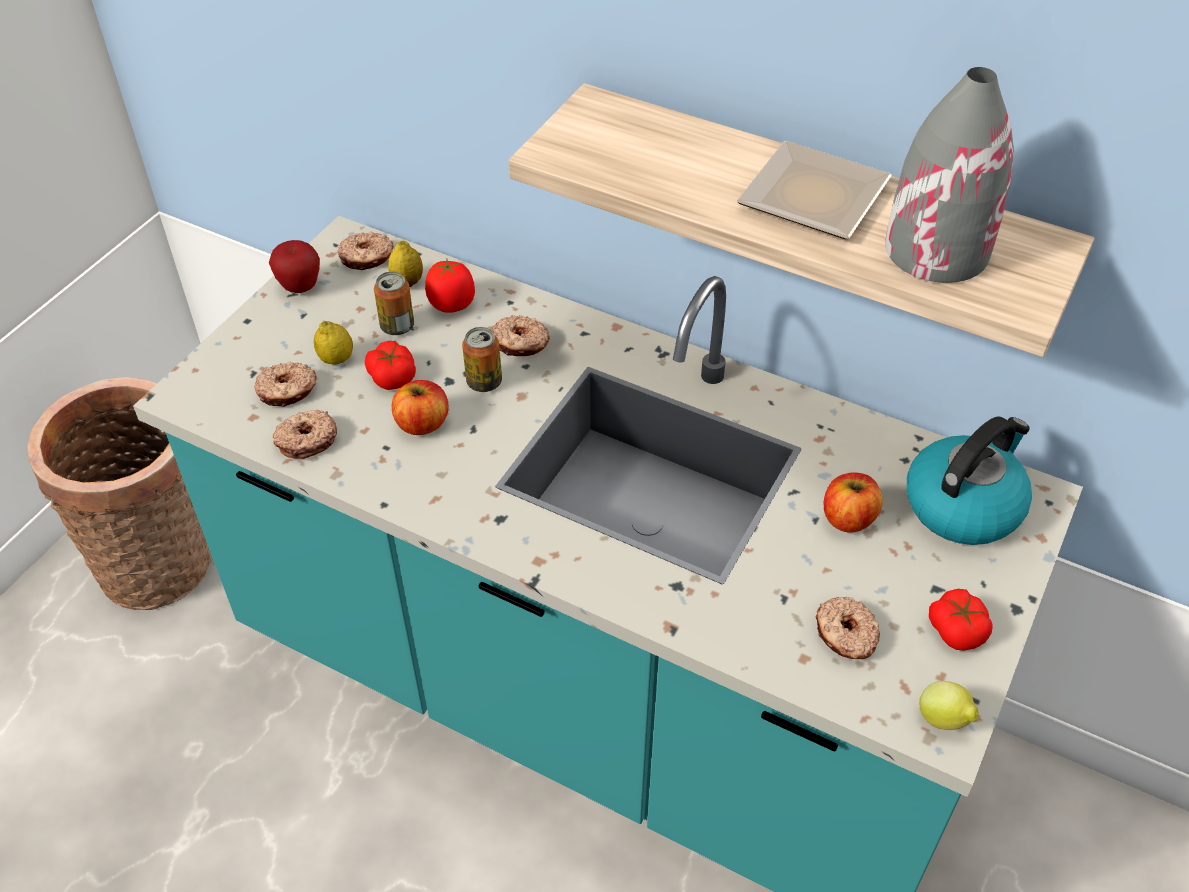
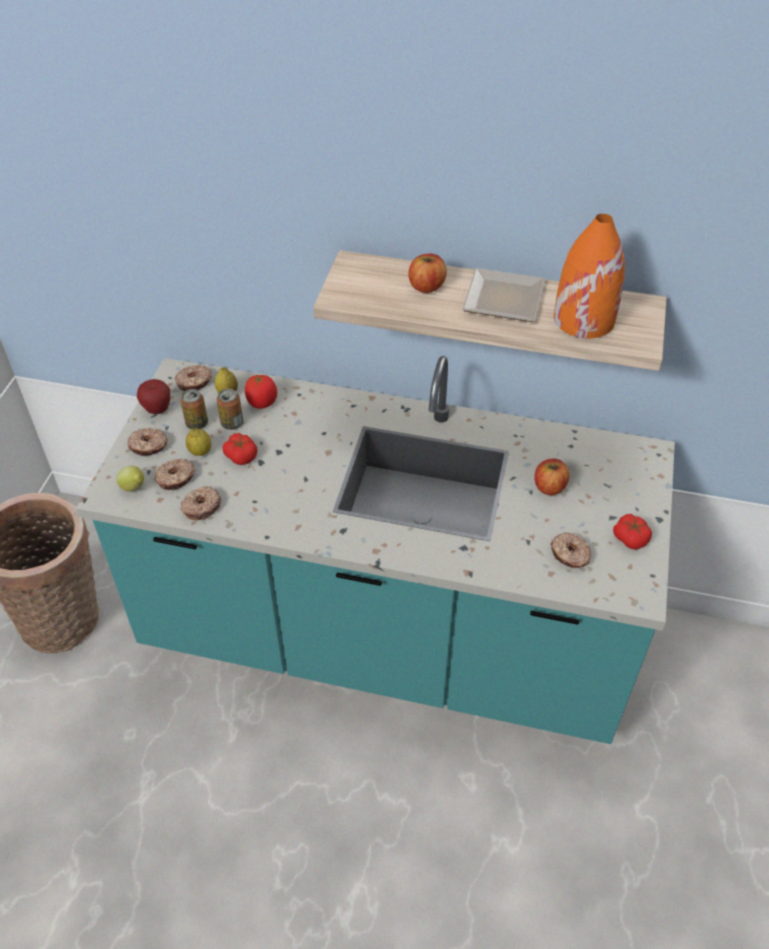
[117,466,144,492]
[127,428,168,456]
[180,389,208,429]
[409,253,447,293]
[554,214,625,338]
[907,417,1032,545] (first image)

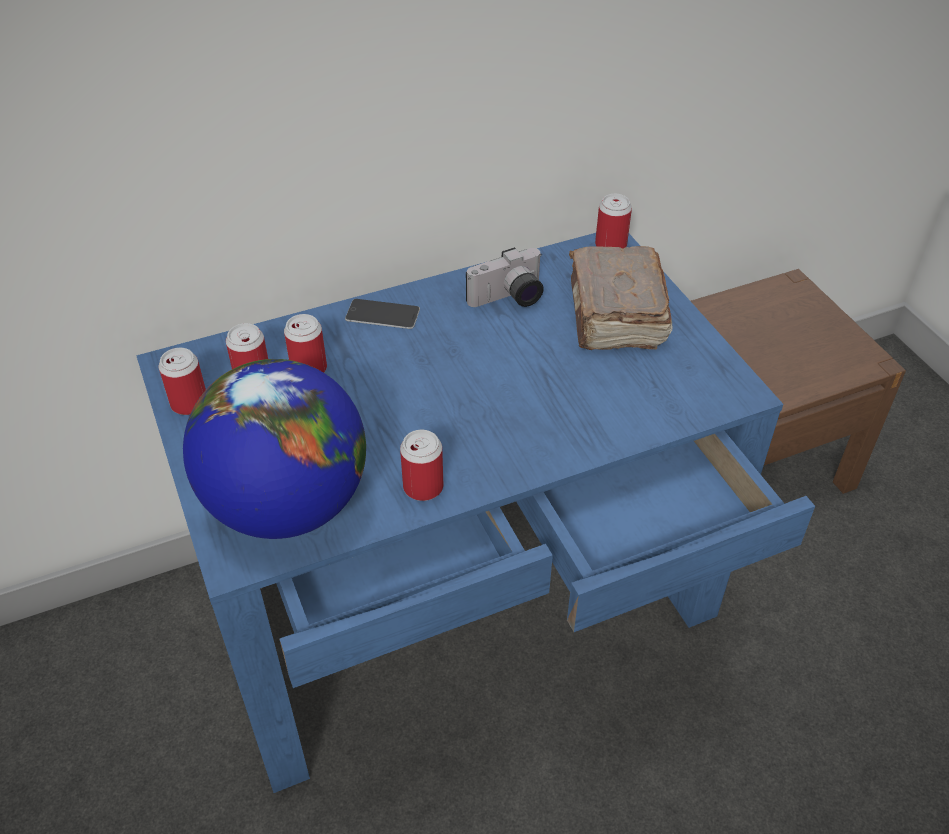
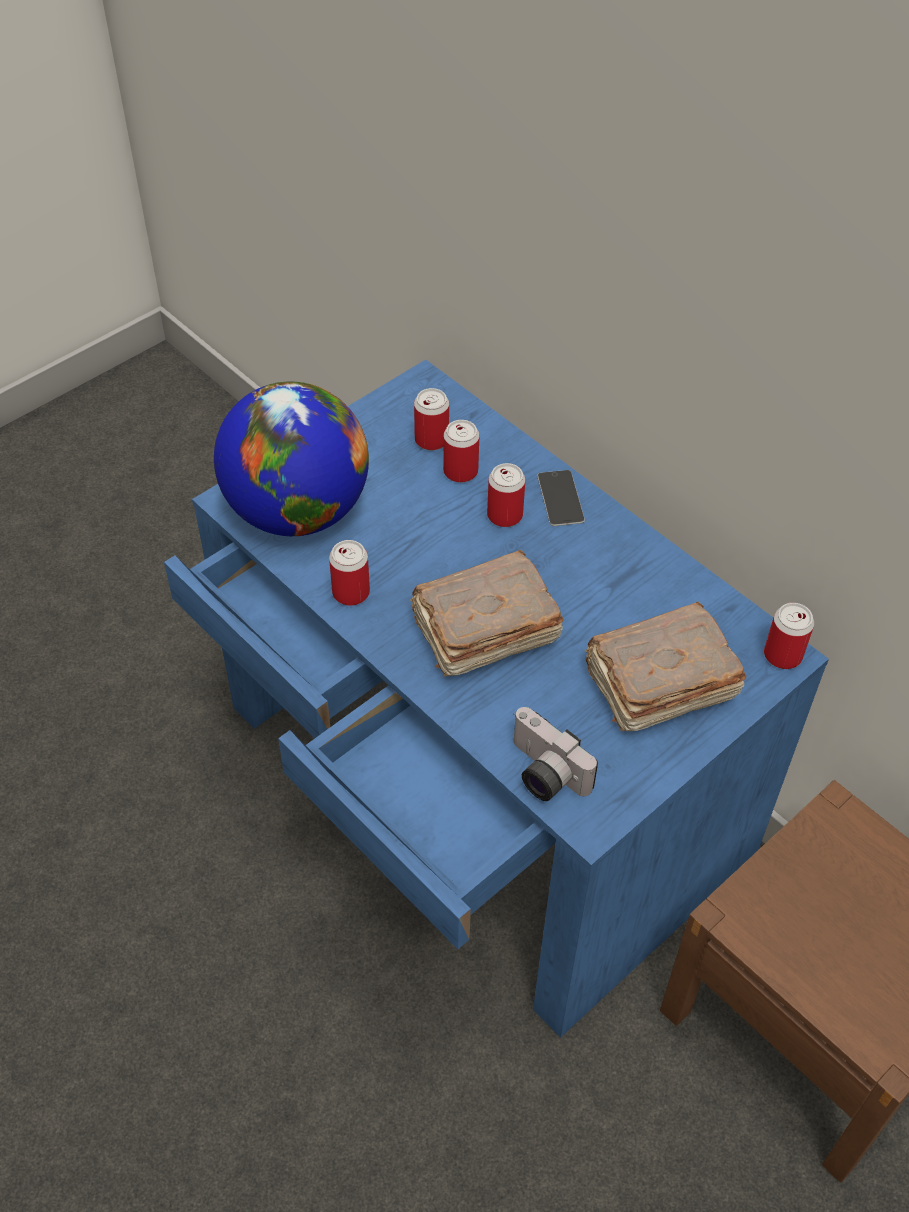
[410,550,564,677]
[487,463,525,527]
[514,707,598,801]

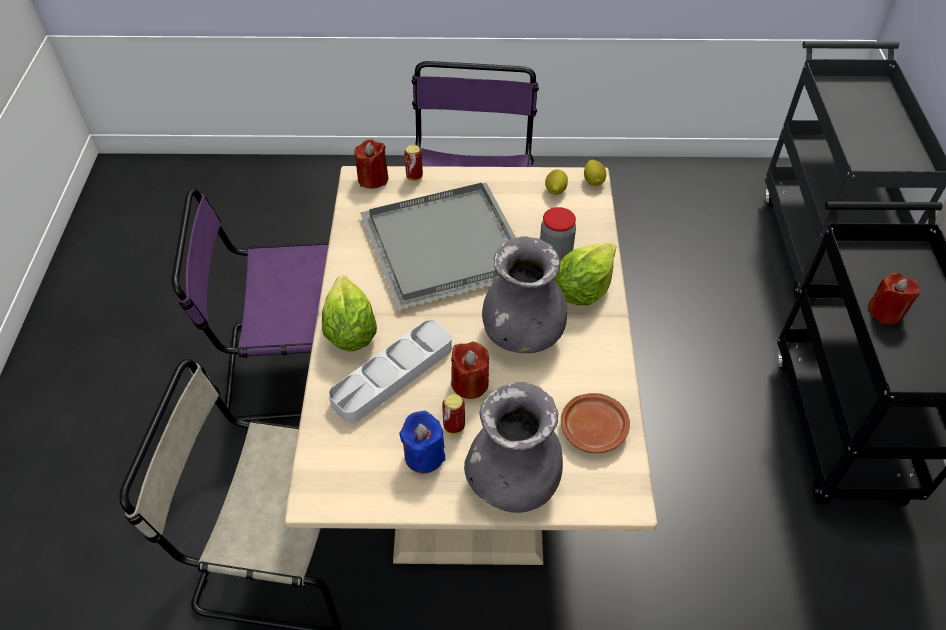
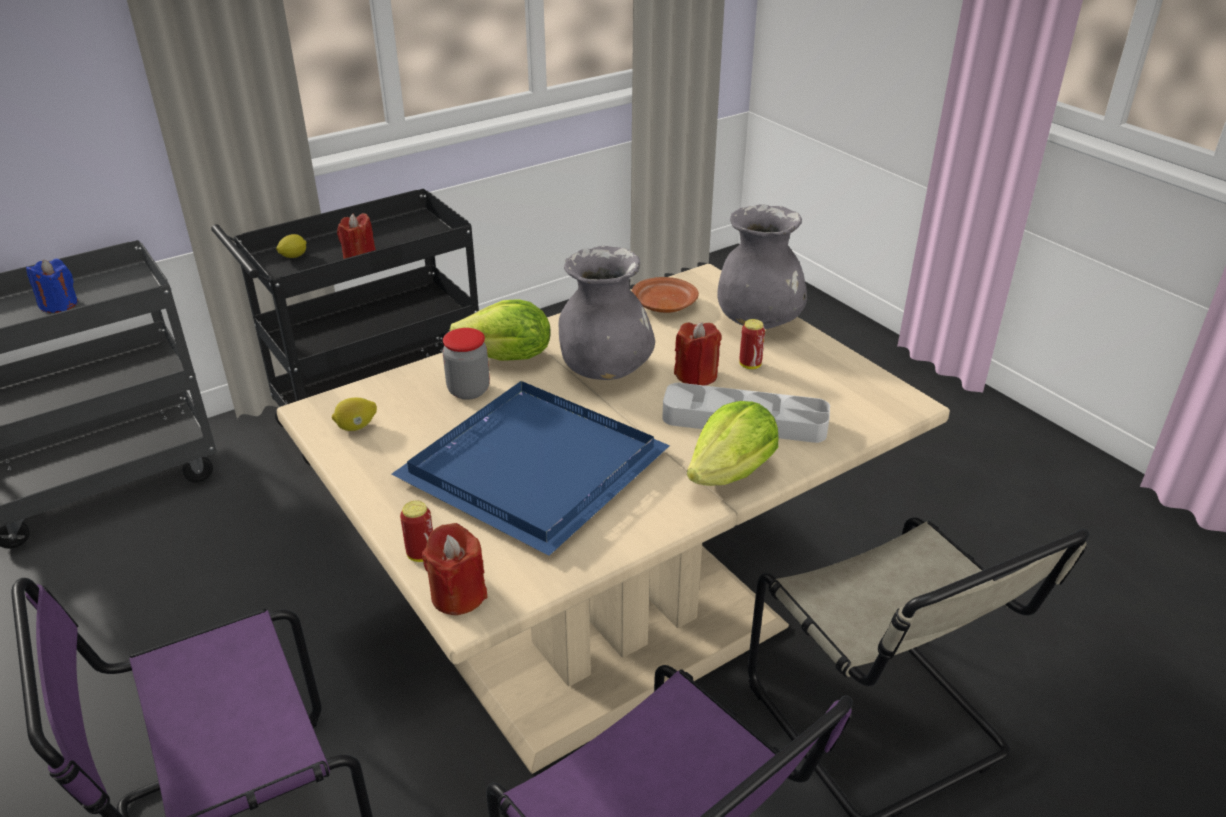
[26,259,78,313]
[276,234,307,258]
[391,381,670,556]

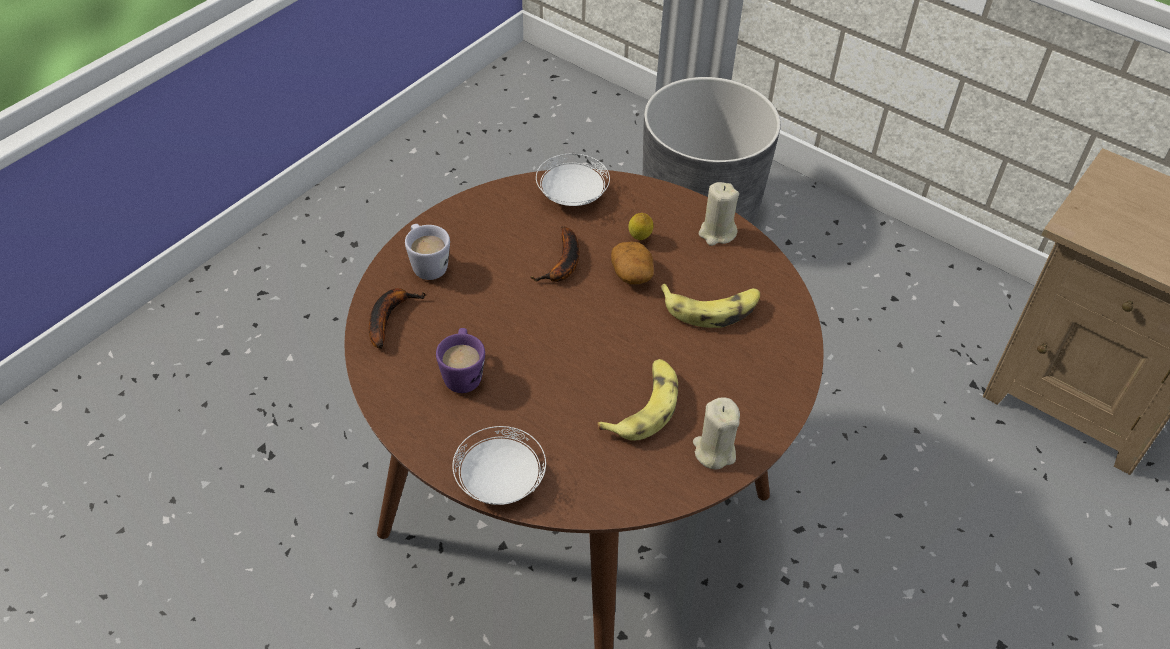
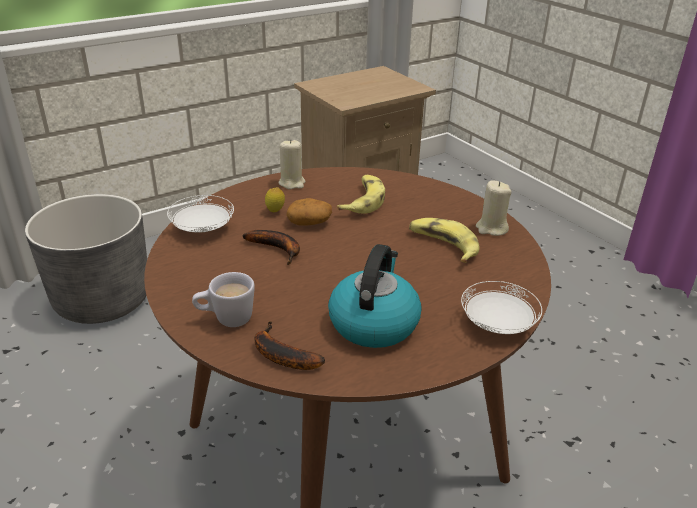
[328,244,422,348]

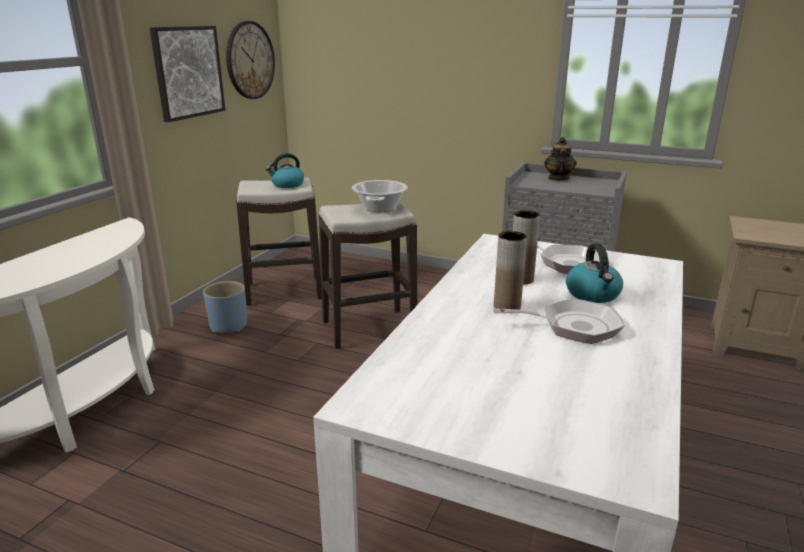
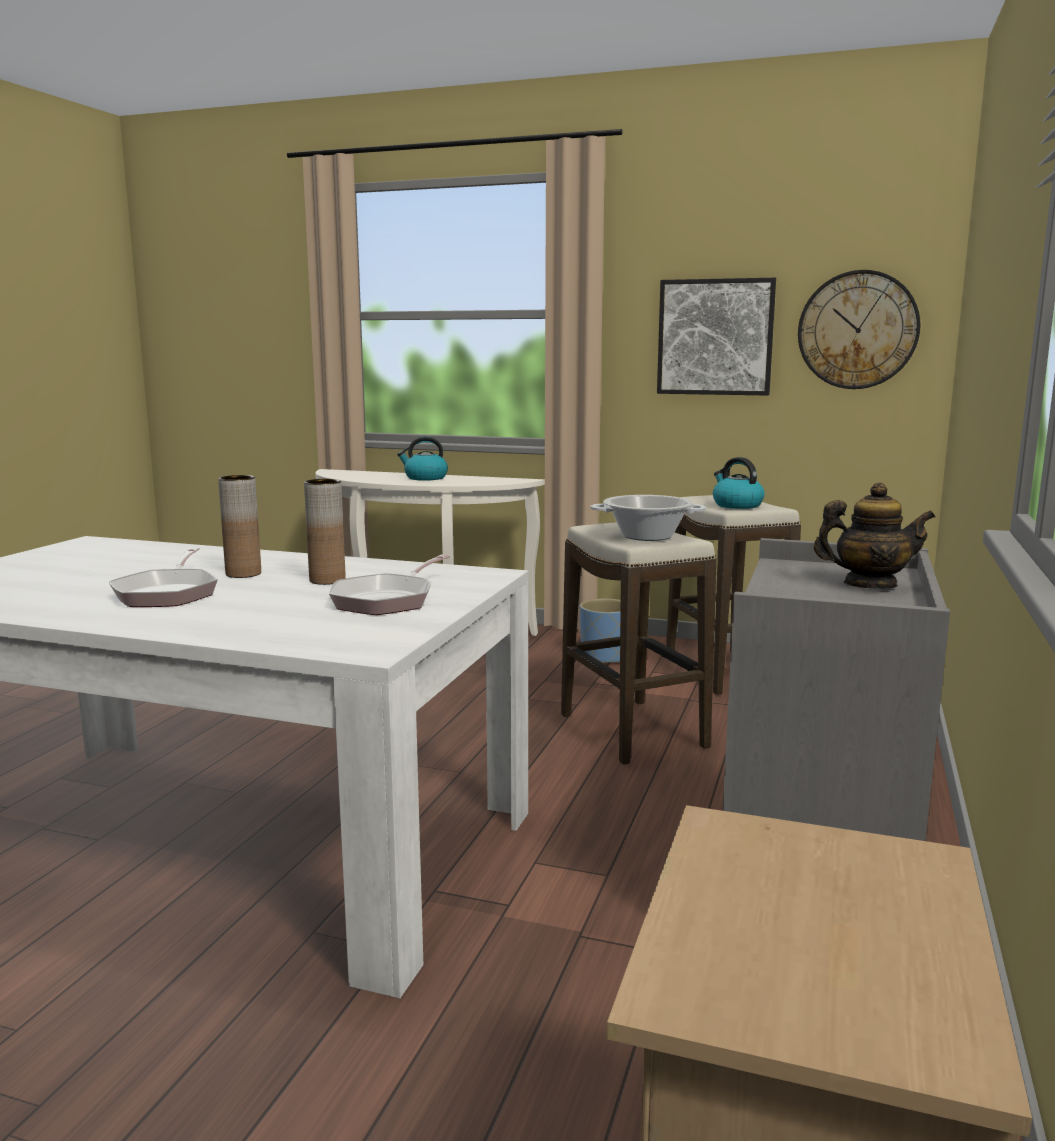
[397,436,448,481]

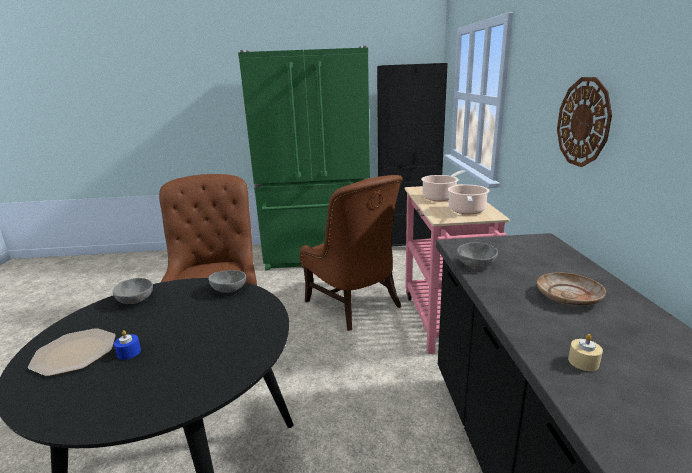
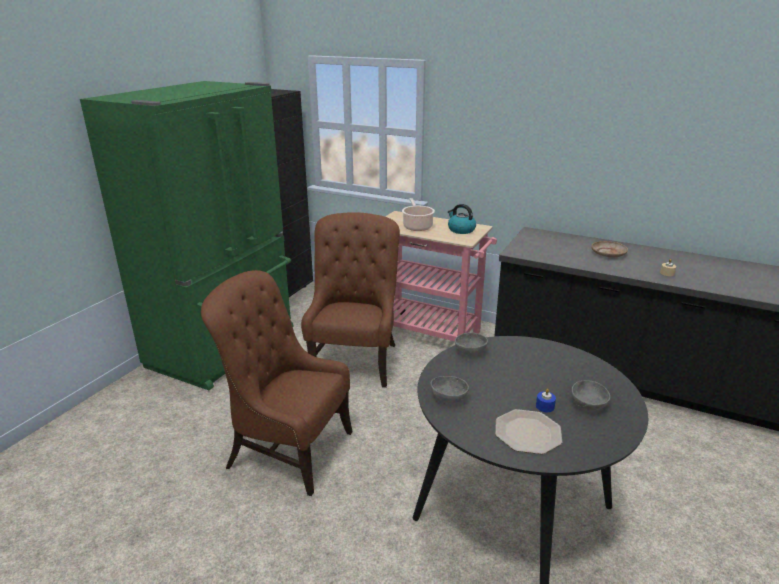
[301,212,400,388]
[448,204,476,234]
[571,380,610,411]
[557,77,612,167] (first image)

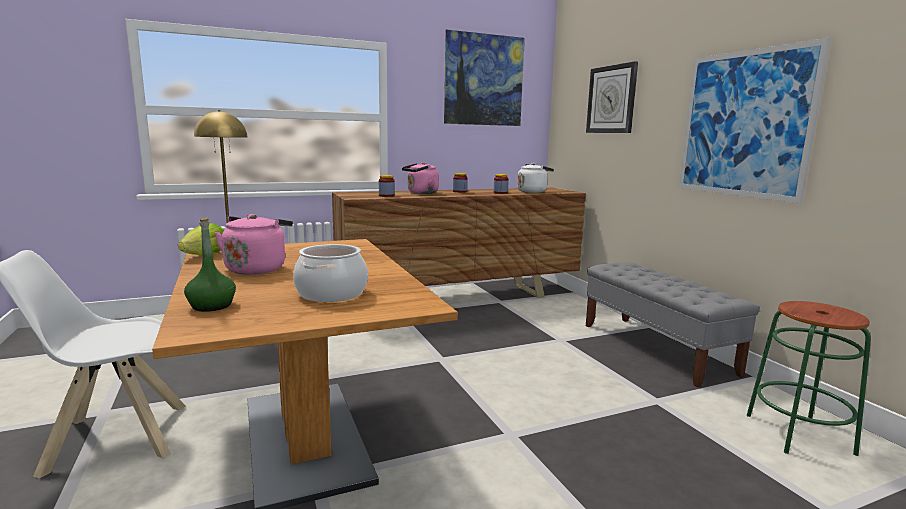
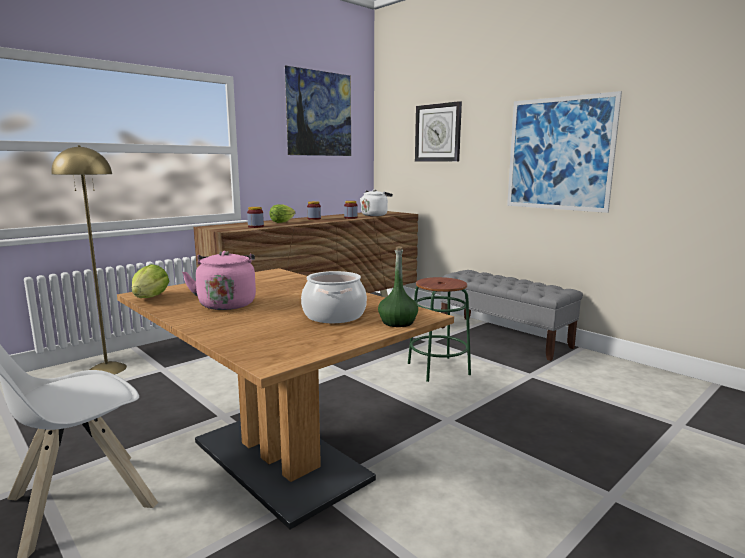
[269,204,295,223]
[378,246,418,327]
[408,277,471,382]

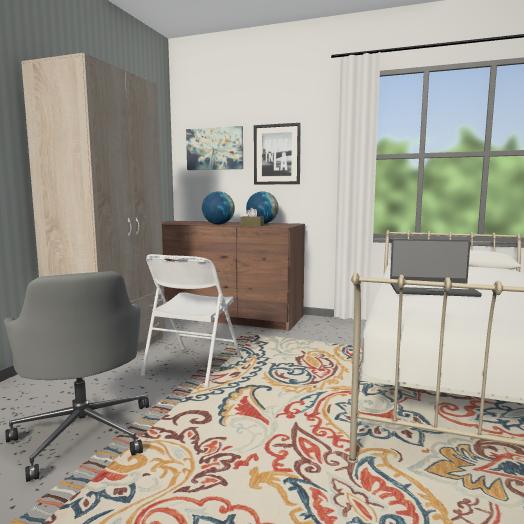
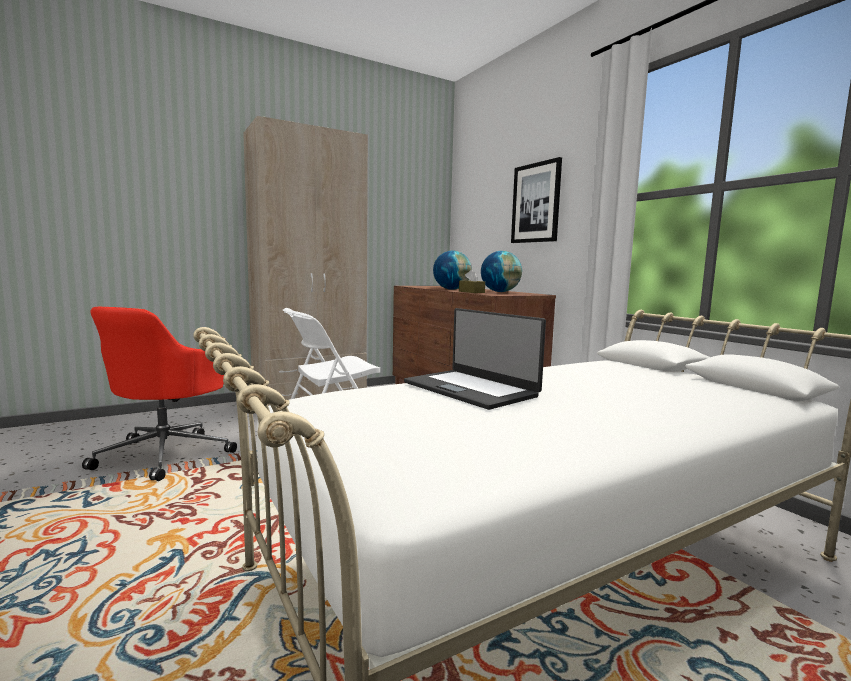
[82,307,237,481]
[186,126,243,170] (first image)

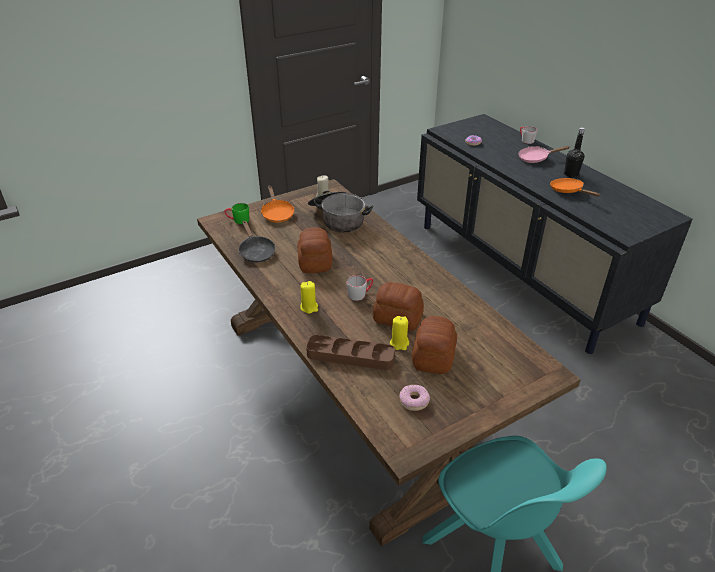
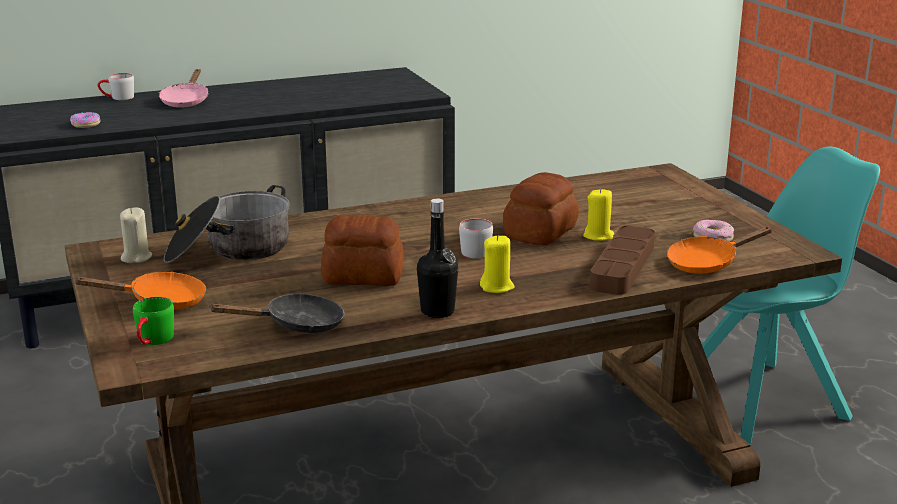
[417,198,458,318]
[667,226,773,274]
[412,316,457,374] (first image)

